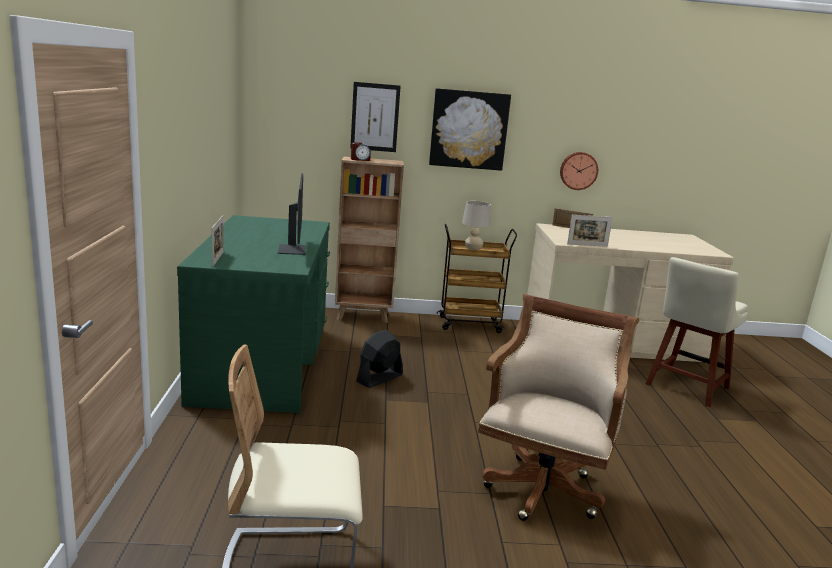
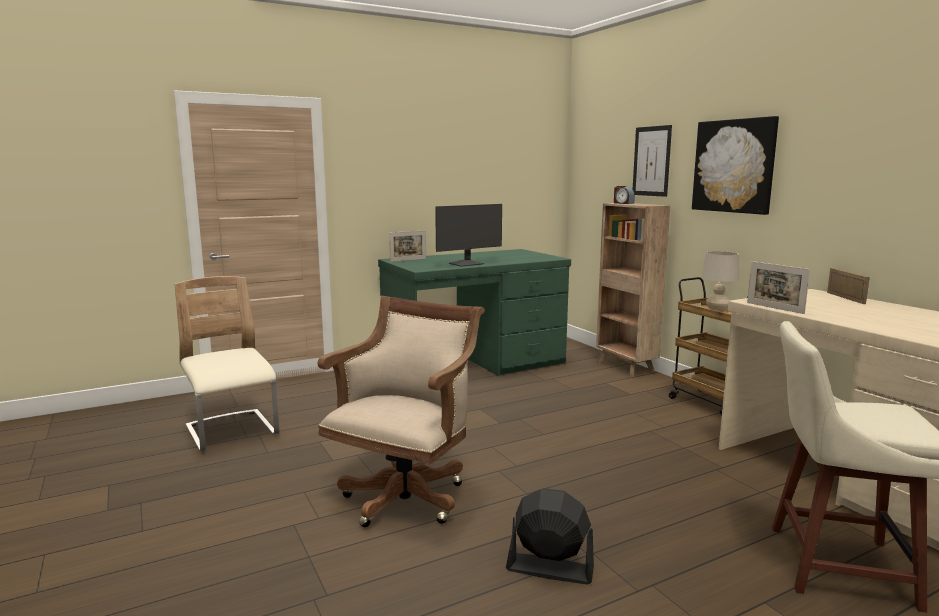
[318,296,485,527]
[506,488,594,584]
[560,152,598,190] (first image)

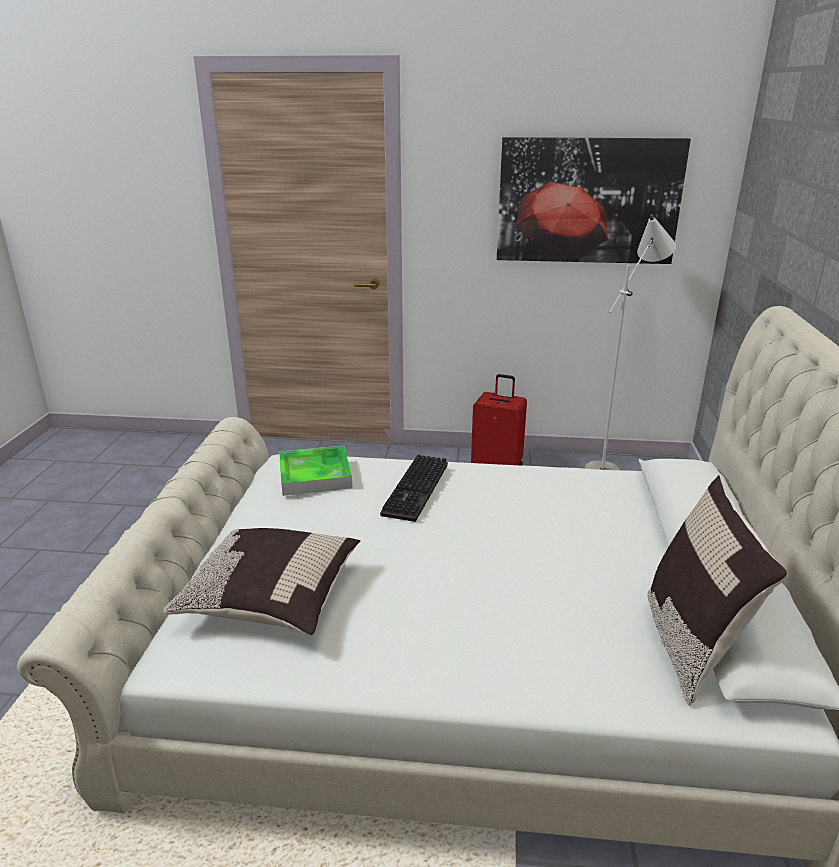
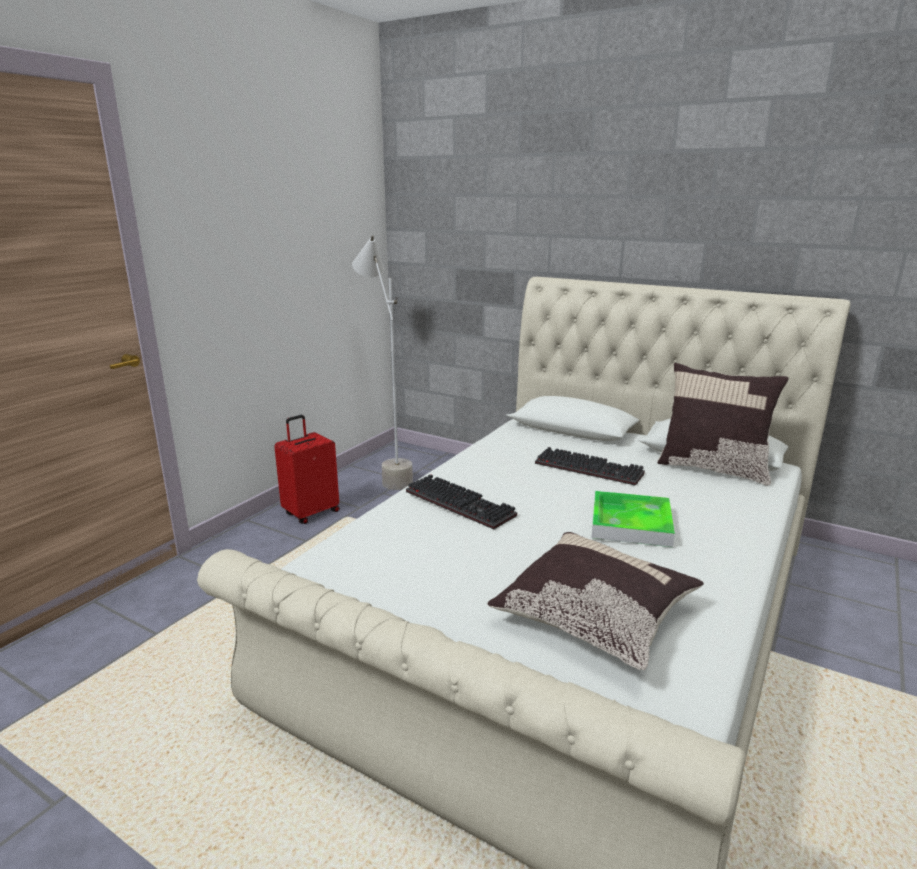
[535,447,645,486]
[591,491,675,547]
[497,137,691,264] (first image)

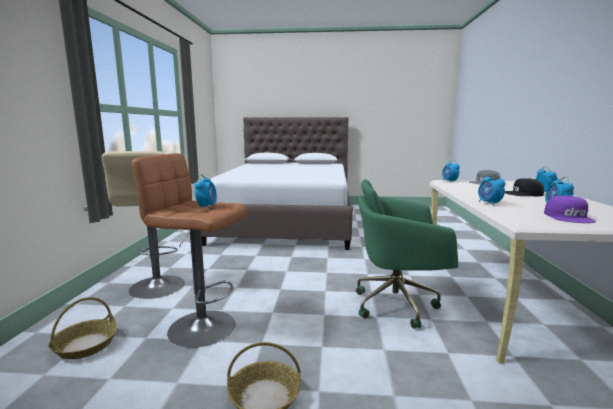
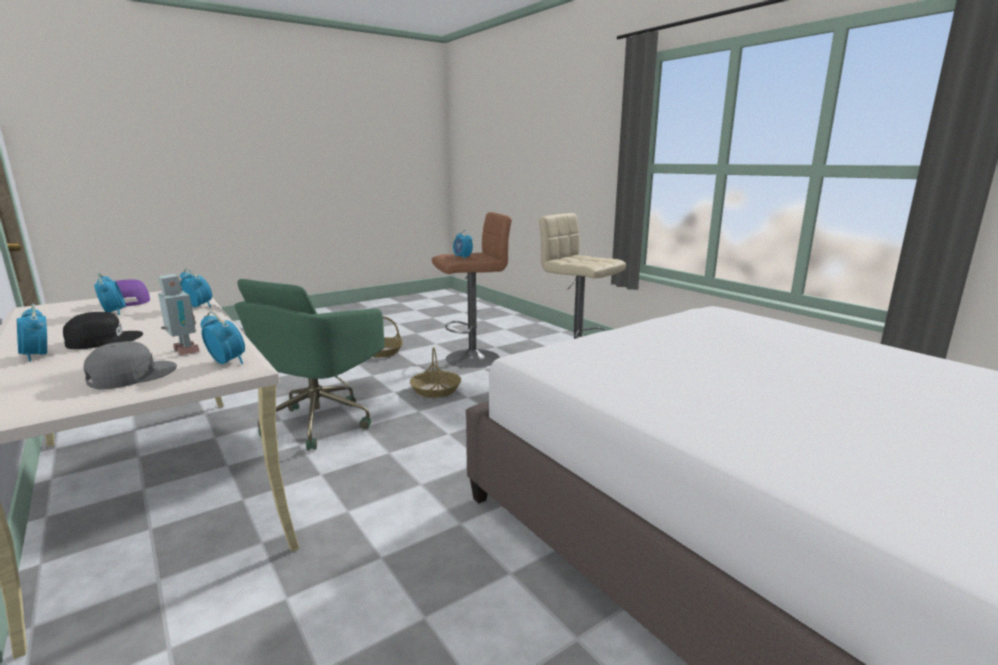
[158,274,200,355]
[234,279,385,450]
[410,347,461,398]

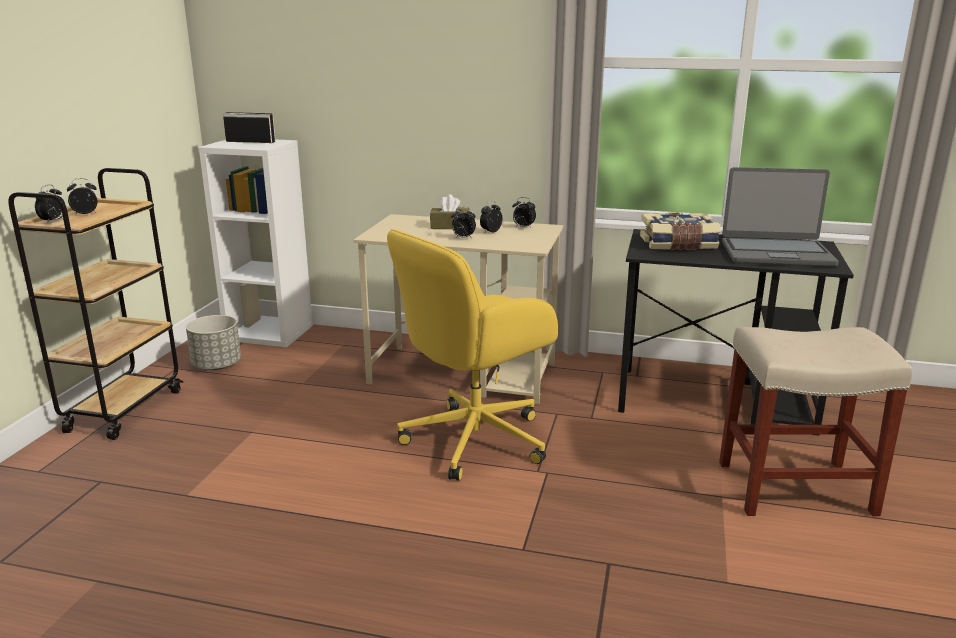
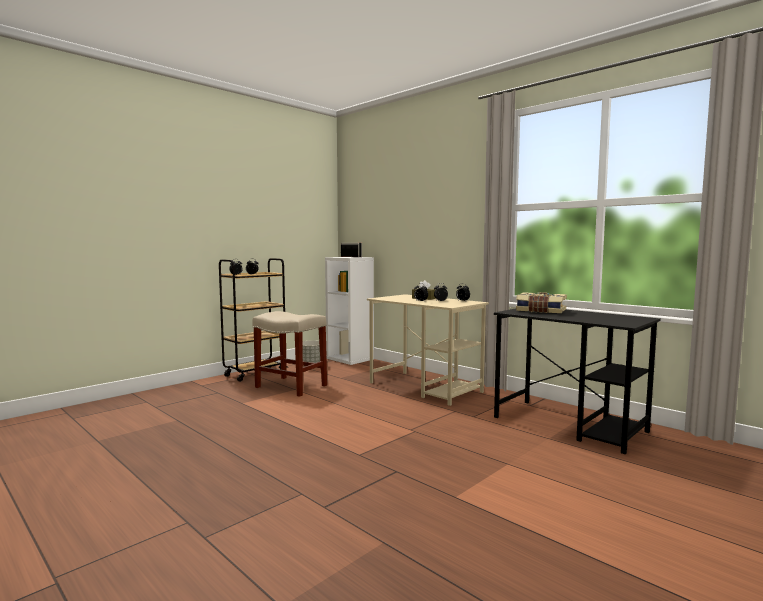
[252,311,327,397]
[387,229,558,481] (first image)
[722,167,839,267] (first image)

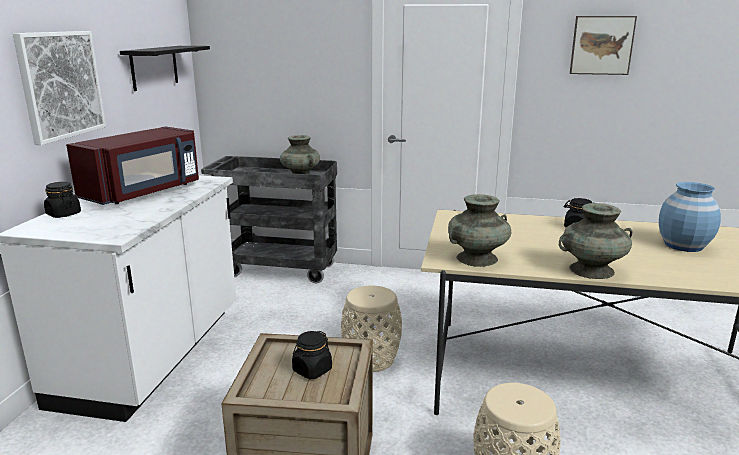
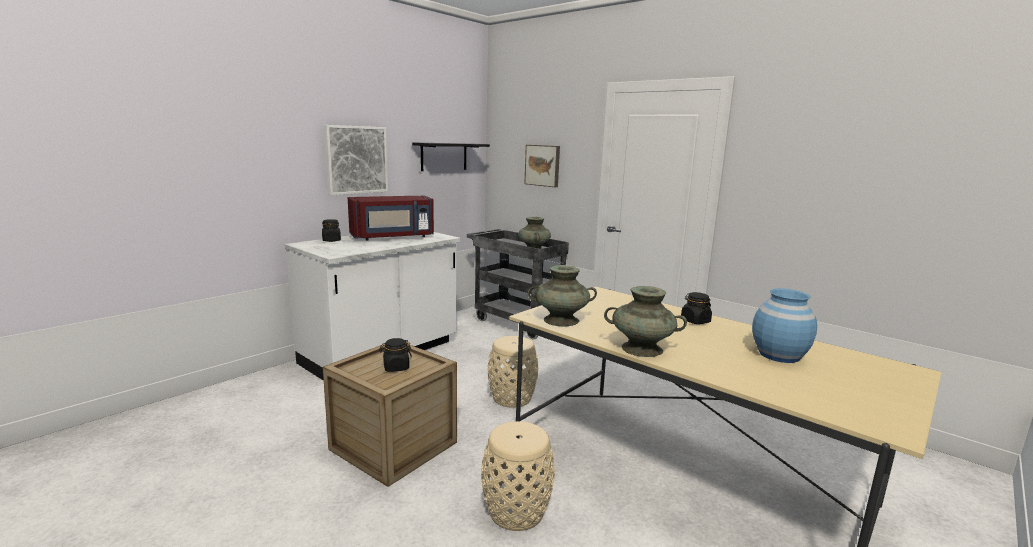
[524,145,560,187]

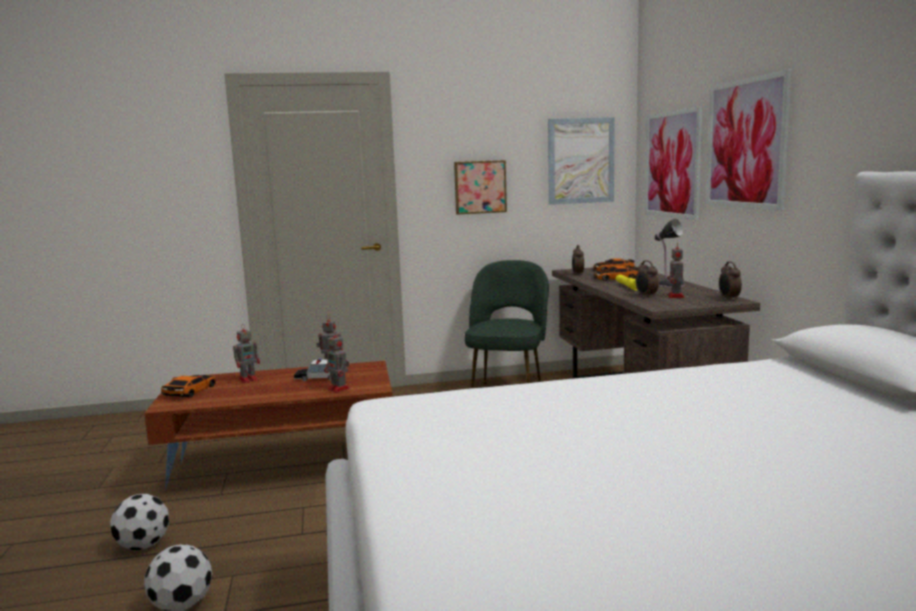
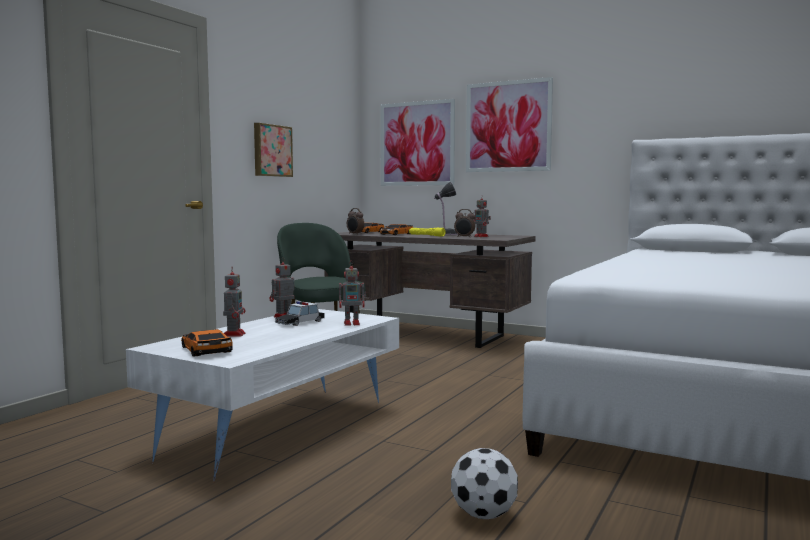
[126,309,399,483]
[110,494,169,550] (first image)
[548,117,615,205] (first image)
[719,261,742,300] (first image)

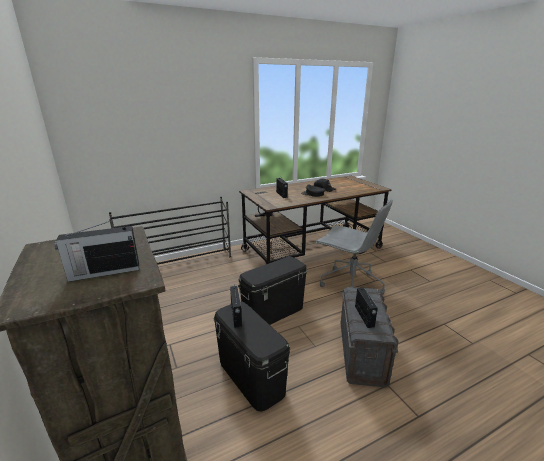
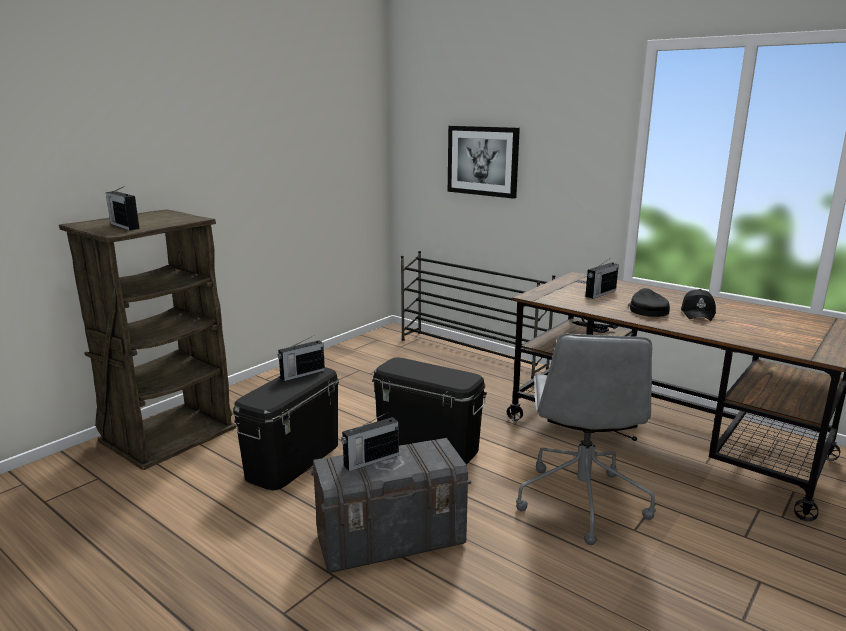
[448,126,520,199]

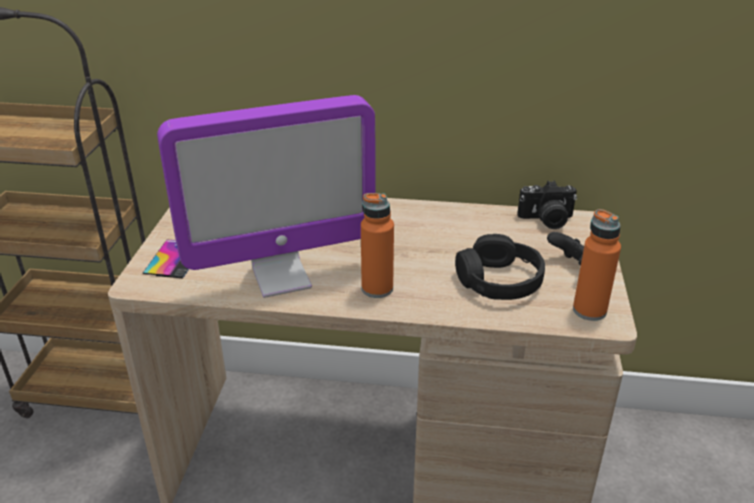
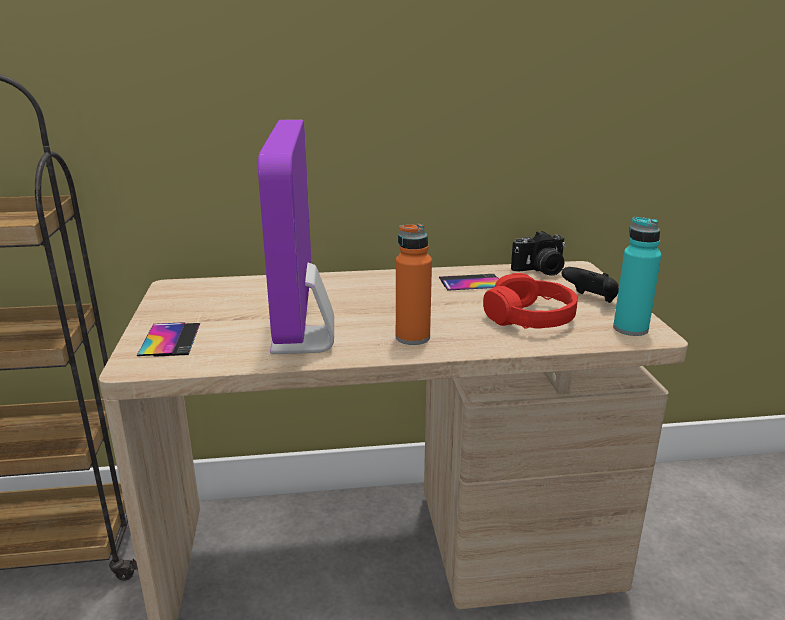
[258,120,334,354]
[439,274,499,291]
[483,273,578,328]
[613,217,661,336]

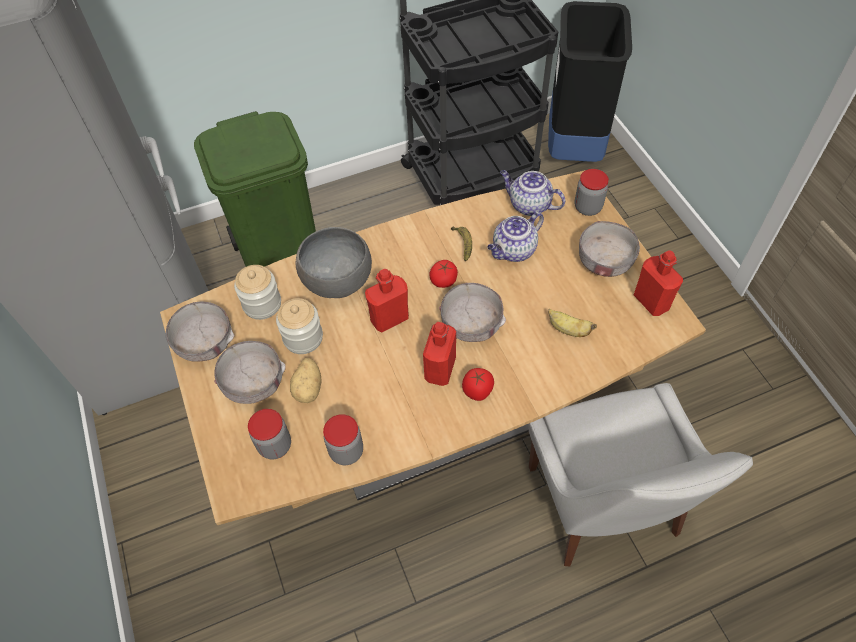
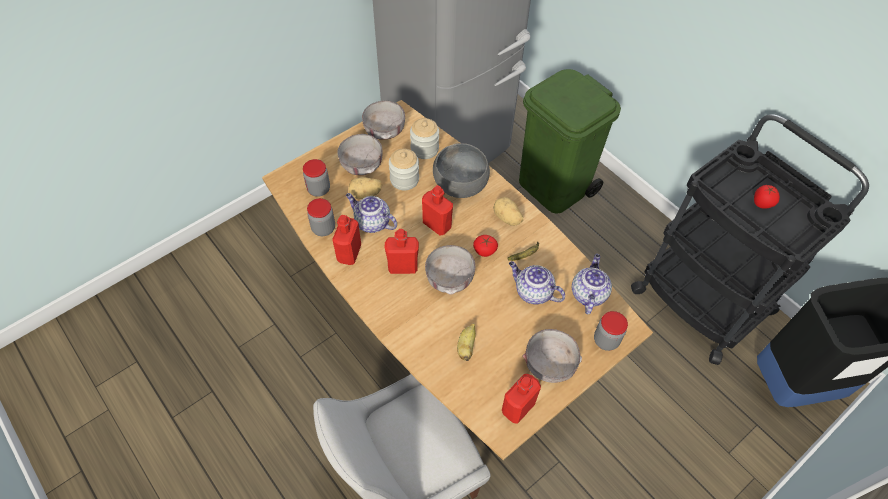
[332,215,361,265]
[346,193,397,233]
[493,197,523,226]
[754,185,780,209]

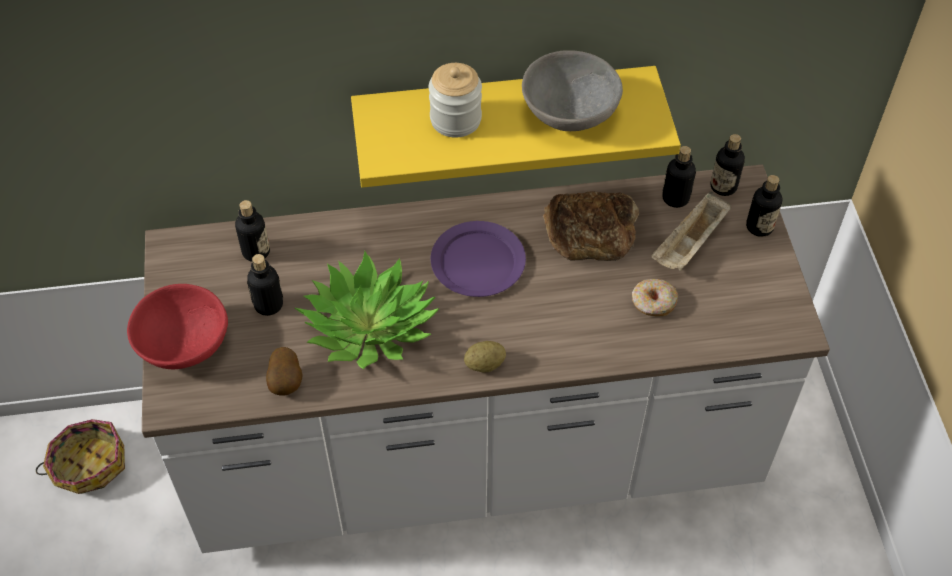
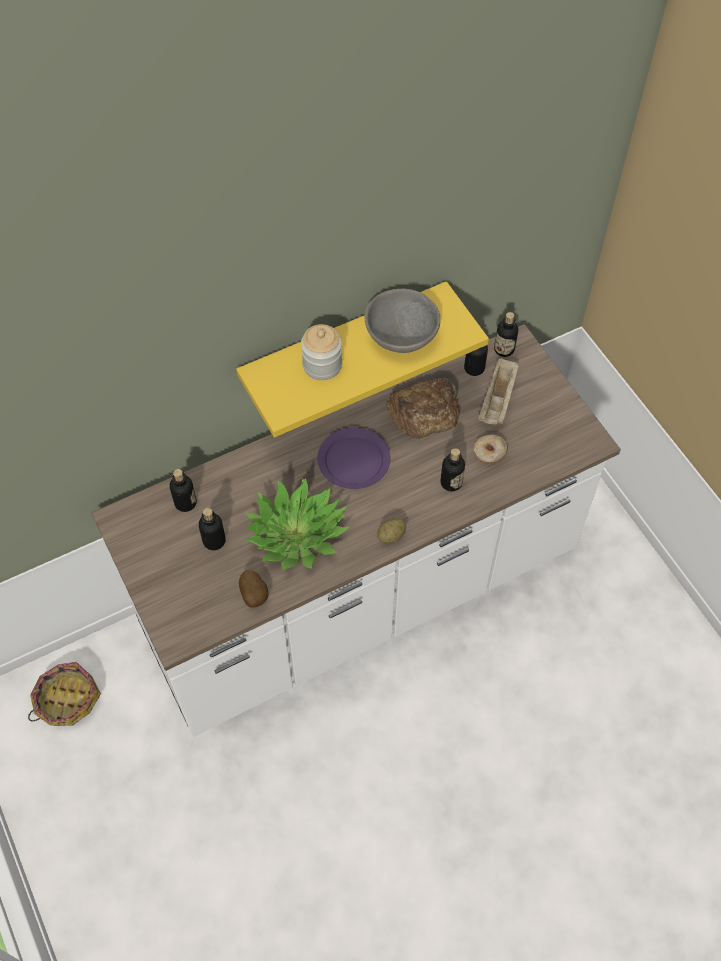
[440,448,465,491]
[127,284,228,369] (first image)

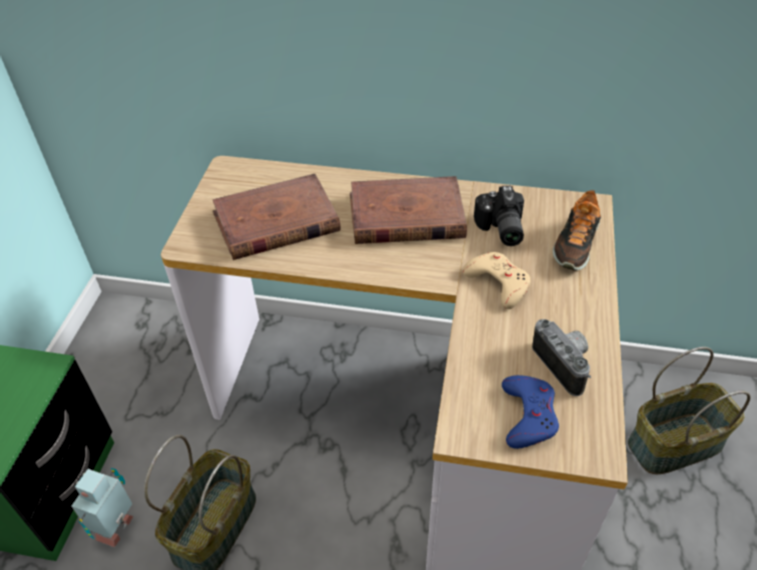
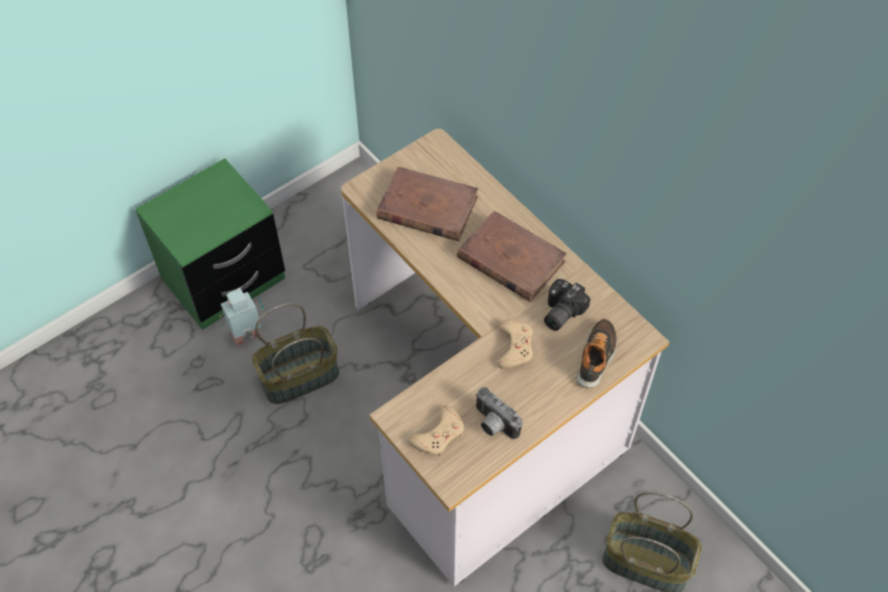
[408,406,464,456]
[475,387,522,439]
[576,319,617,388]

